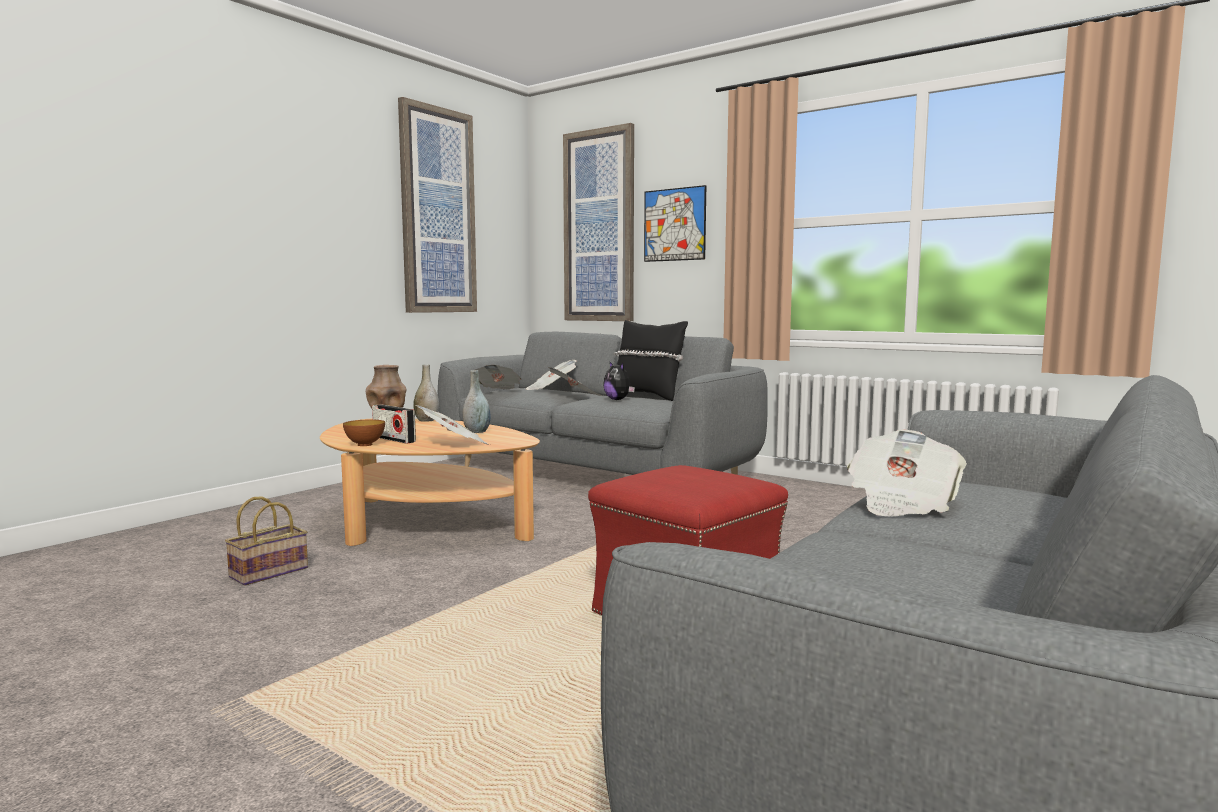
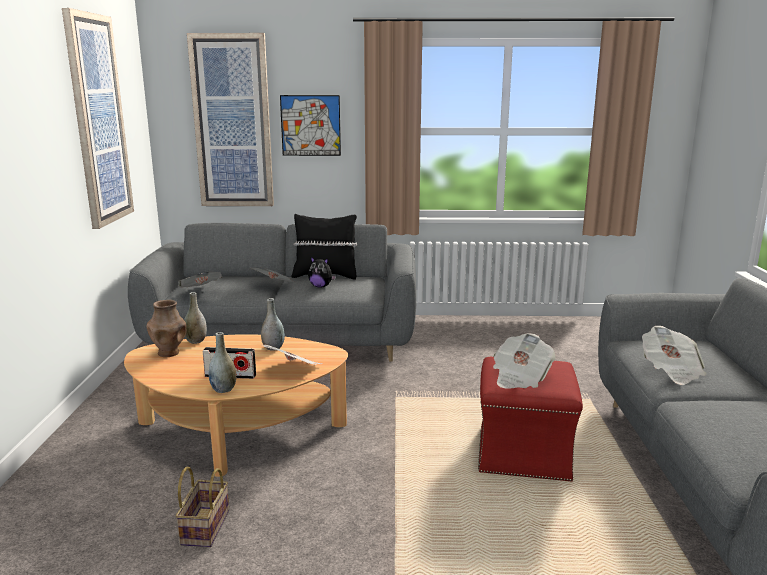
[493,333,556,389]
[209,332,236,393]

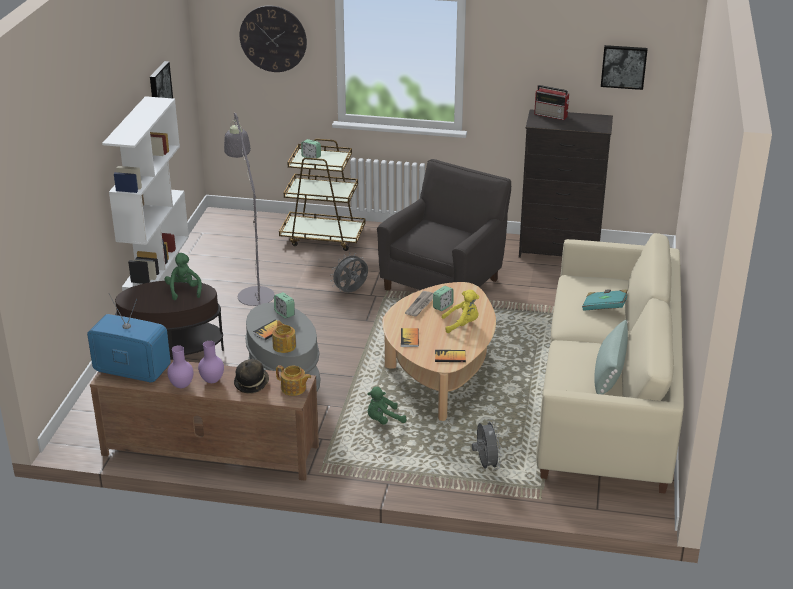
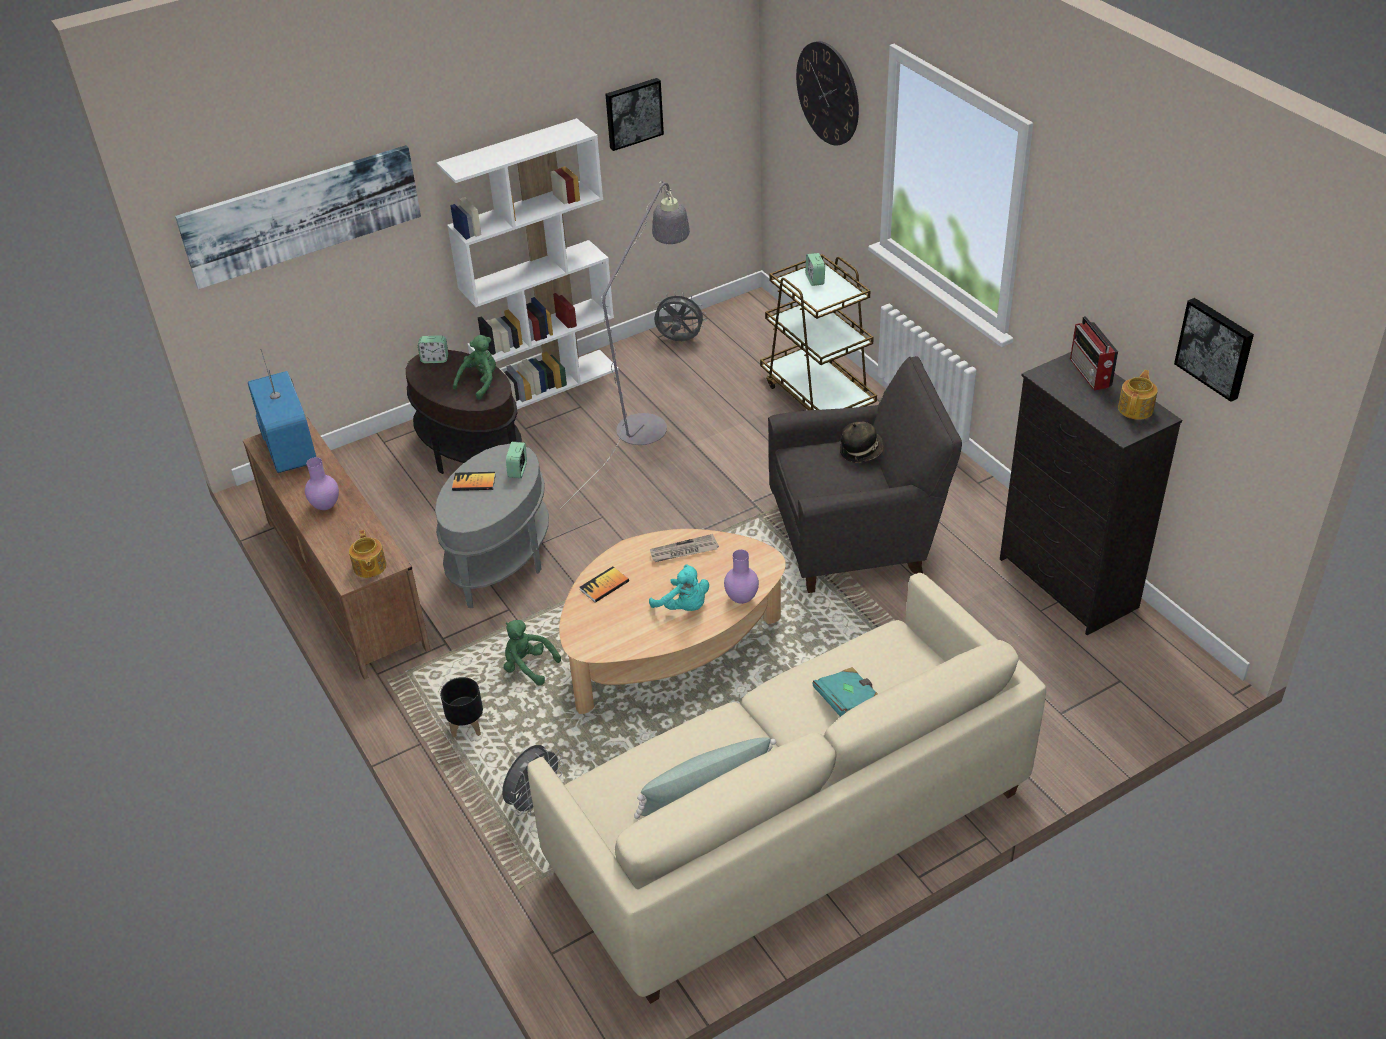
[435,350,466,362] (first image)
[175,145,421,289]
[440,677,483,738]
[724,549,759,604]
[840,422,884,463]
[1118,370,1158,420]
[653,292,706,341]
[418,335,448,363]
[649,564,709,611]

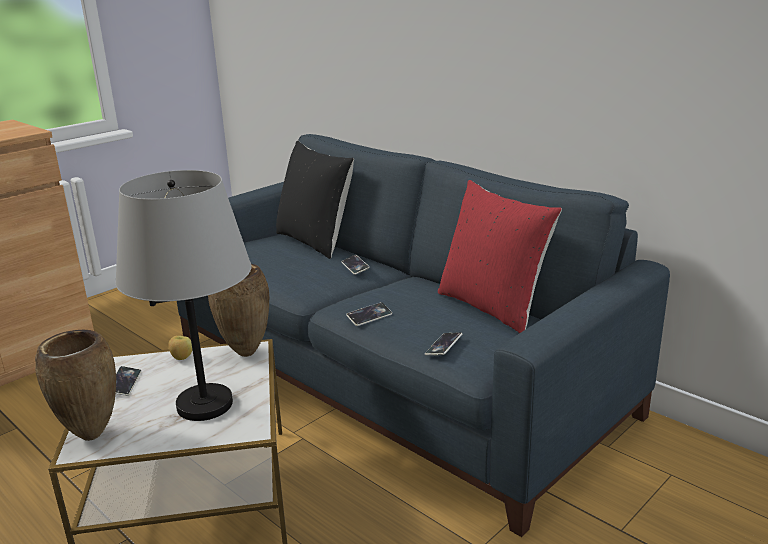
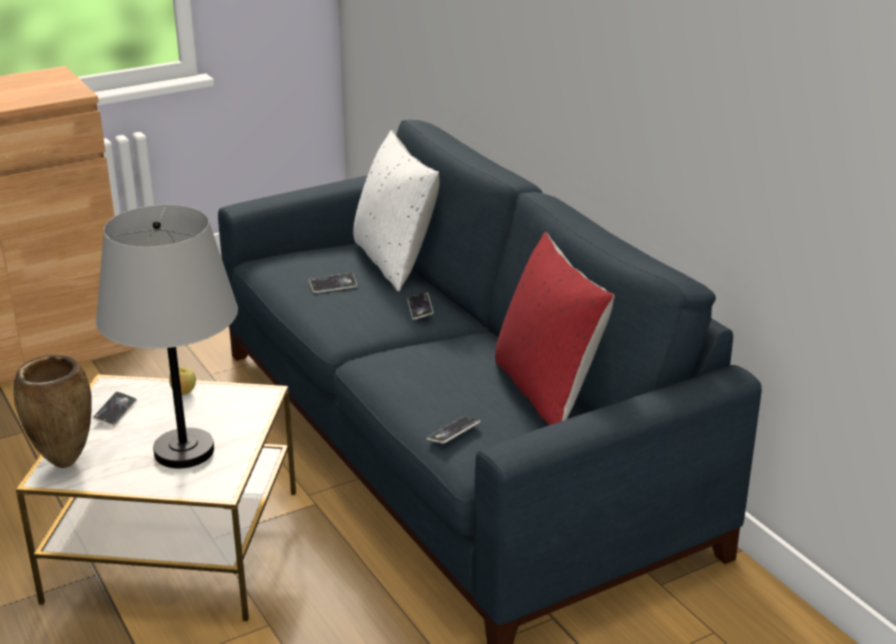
[208,264,269,357] (first image)
[309,273,357,293]
[353,130,440,291]

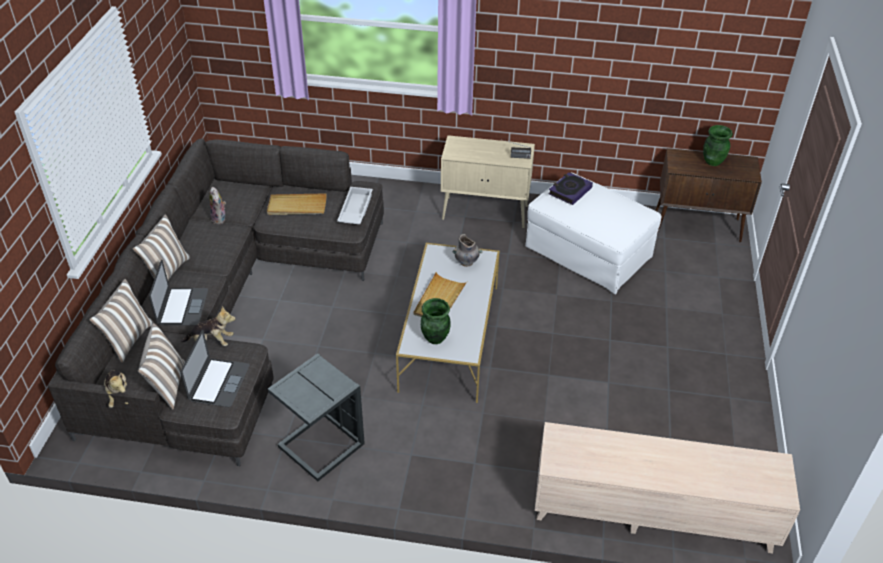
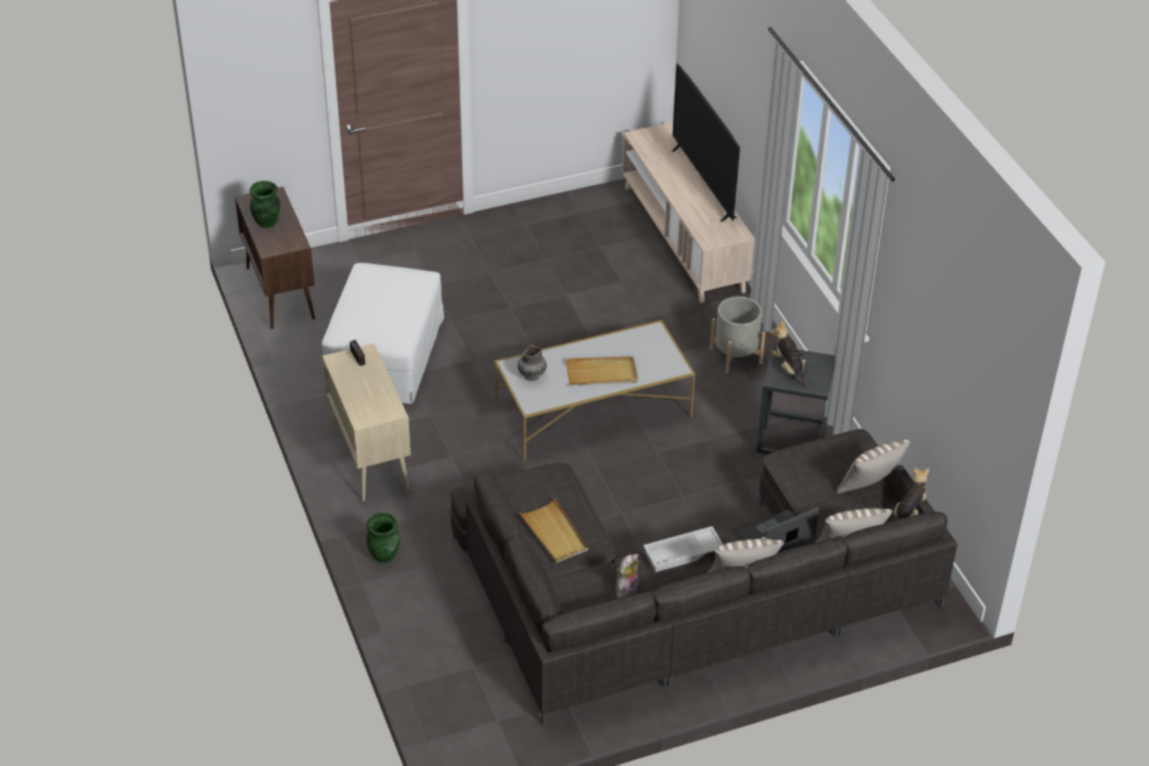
[181,330,250,407] (first image)
[549,172,593,205] (first image)
[672,64,740,222]
[710,296,765,373]
[771,320,809,388]
[643,526,723,572]
[366,512,400,563]

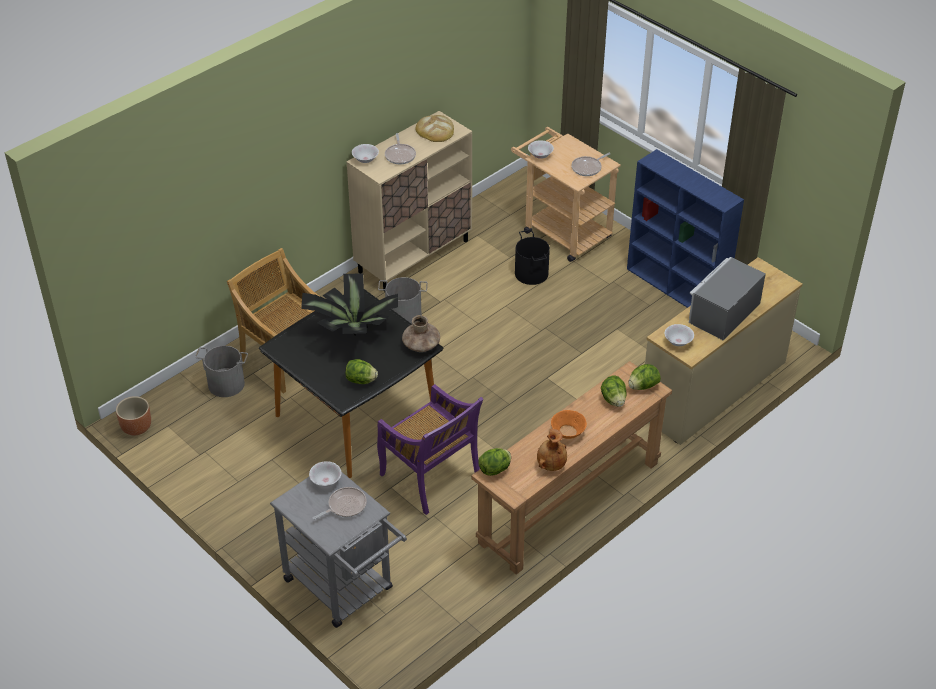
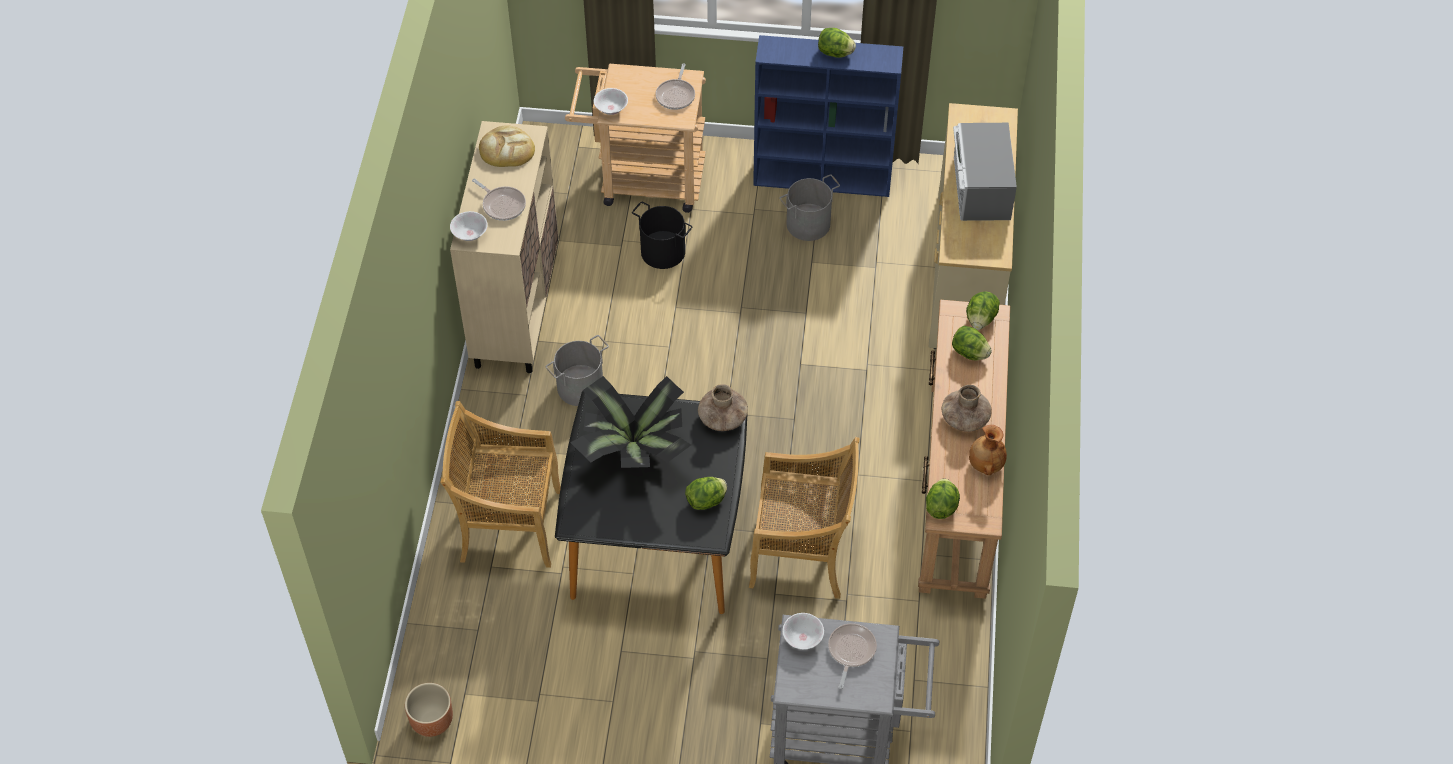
[664,324,694,346] (first image)
[818,28,856,58]
[779,174,840,241]
[942,385,992,432]
[749,437,860,599]

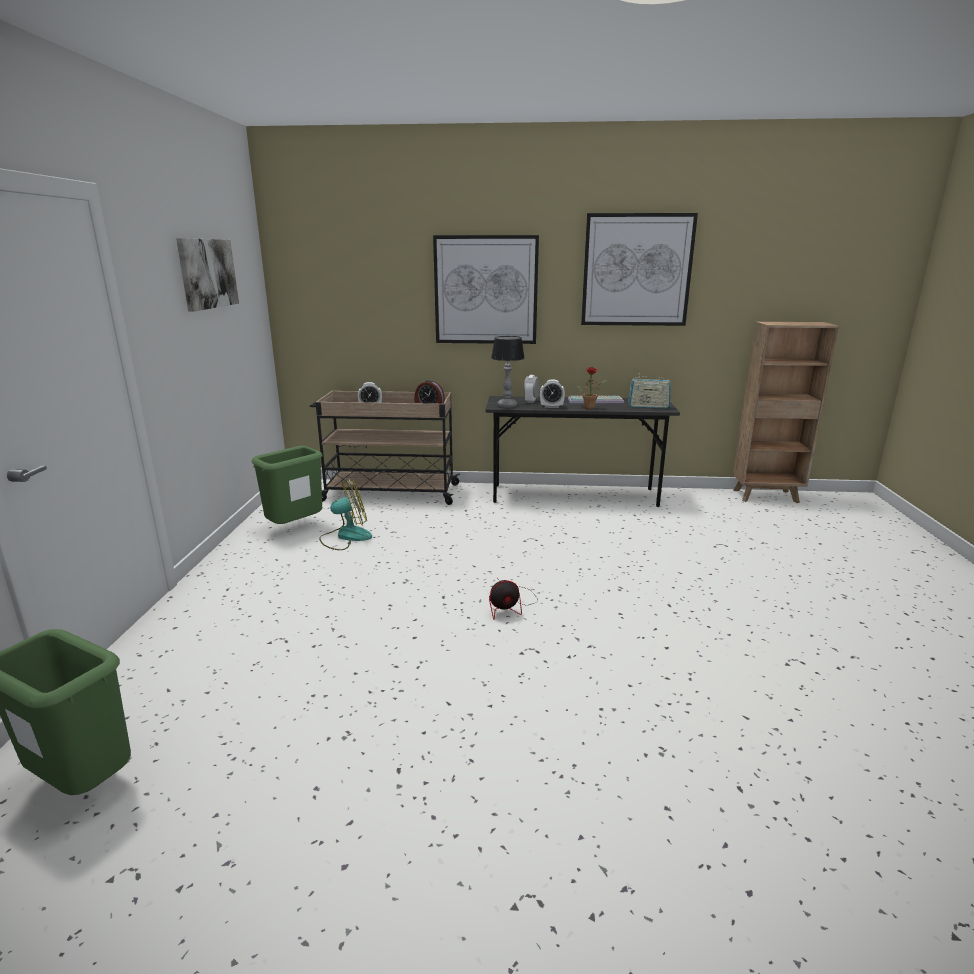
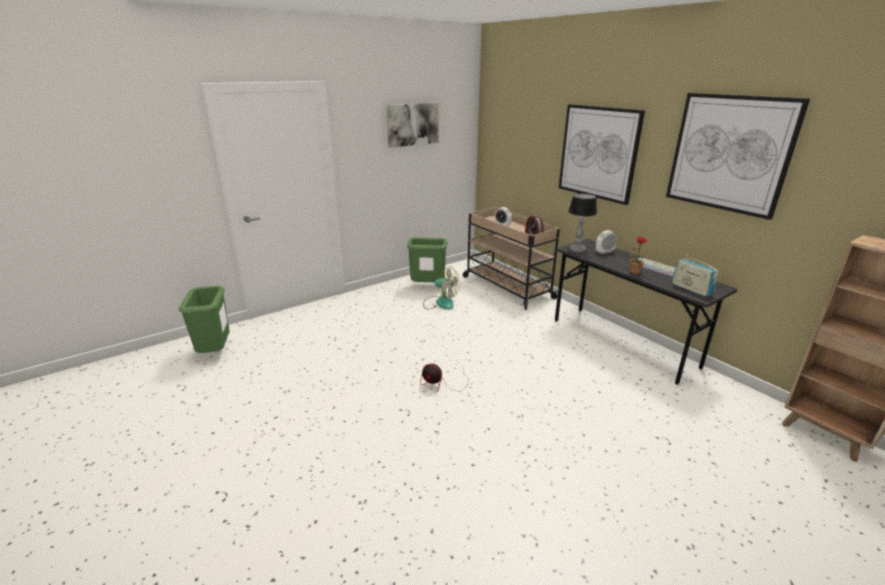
[540,380,565,408] (first image)

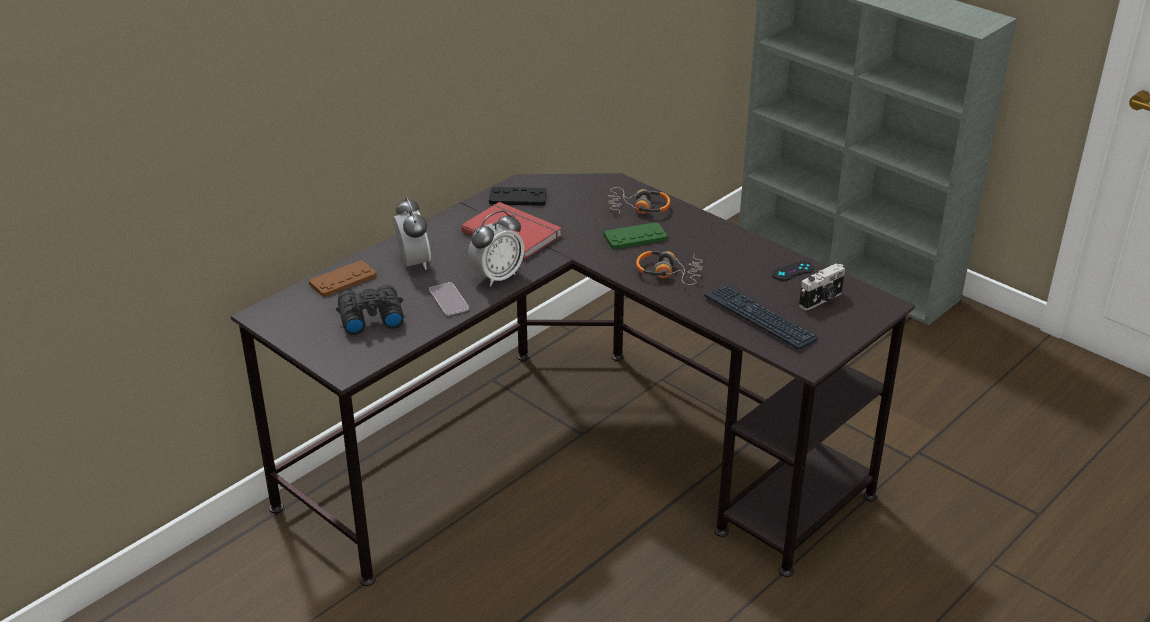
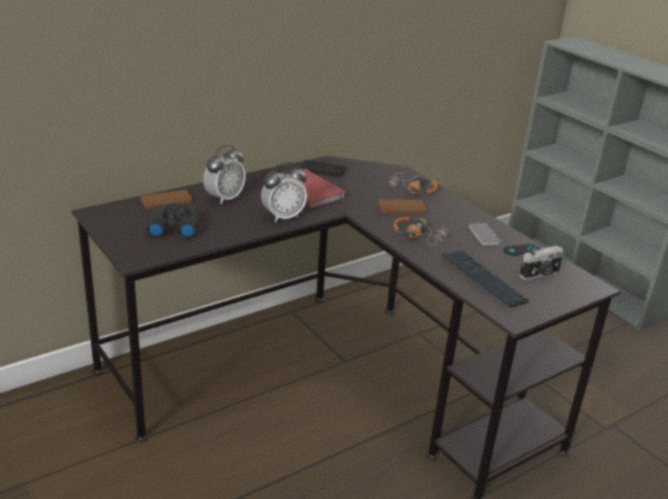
[469,223,501,245]
[378,200,427,214]
[203,144,246,205]

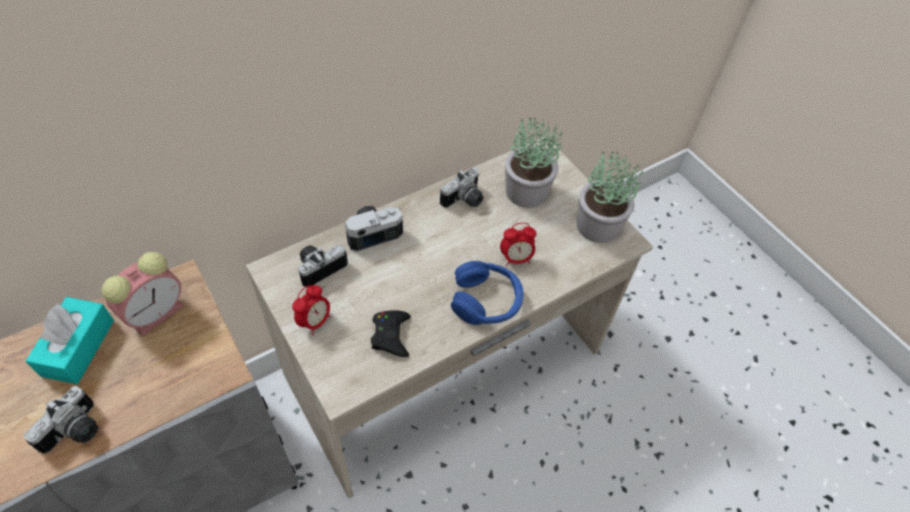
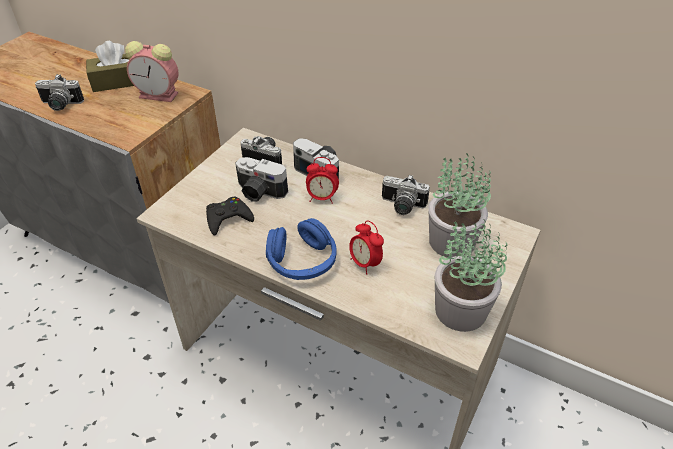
[235,157,288,202]
[306,157,339,204]
[86,41,134,92]

